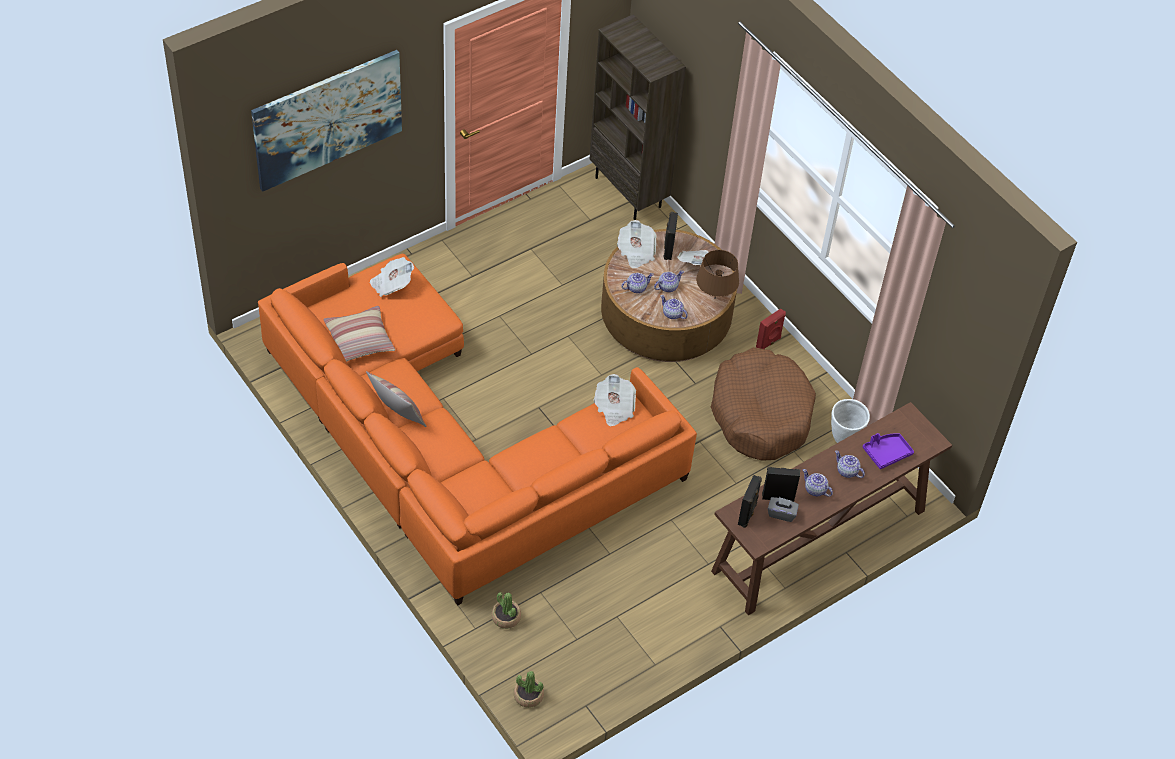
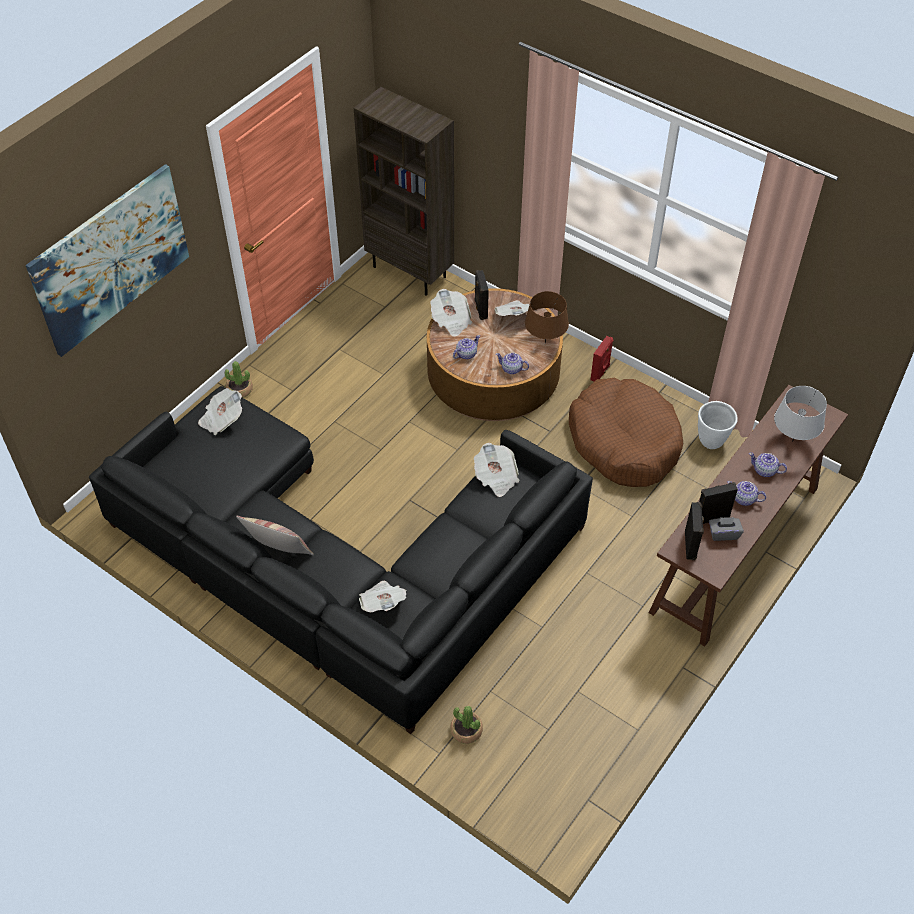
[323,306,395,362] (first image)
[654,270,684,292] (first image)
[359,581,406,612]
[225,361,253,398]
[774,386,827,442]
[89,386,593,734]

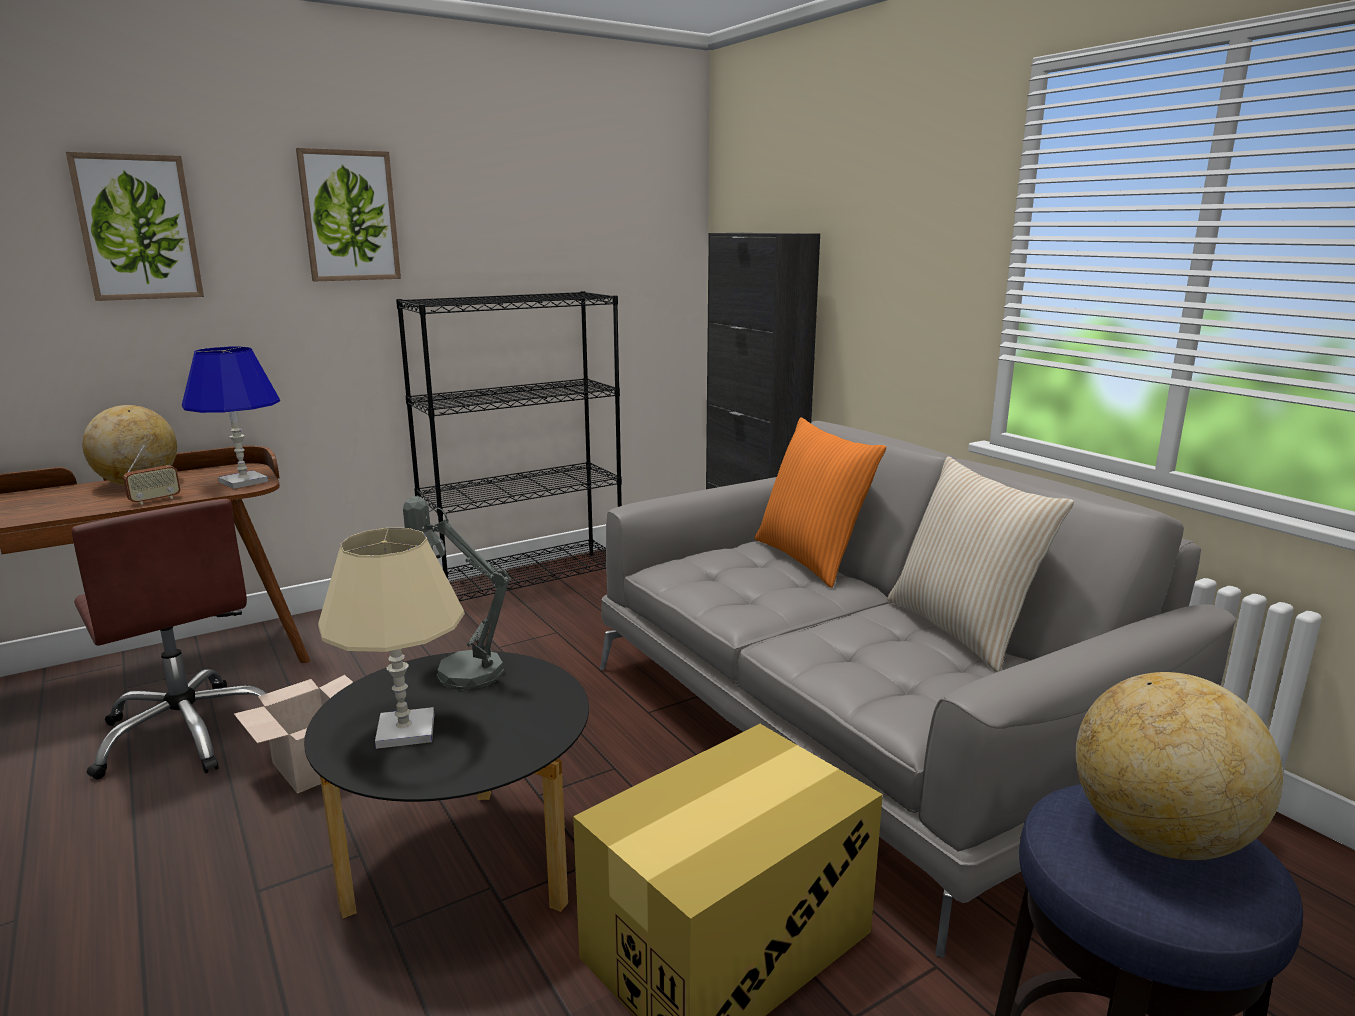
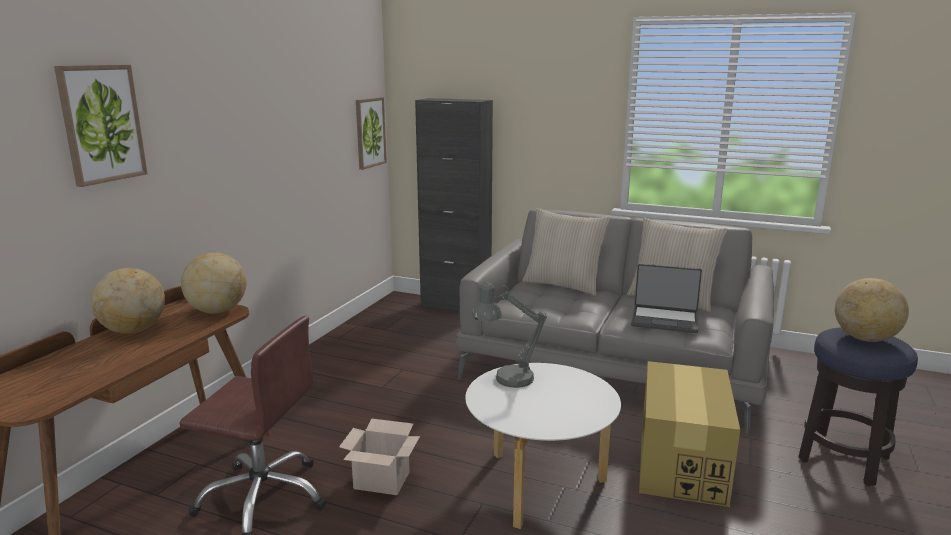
[123,445,181,505] (first image)
[318,528,465,749] (first image)
[396,291,622,601] (first image)
[631,264,702,333]
[356,97,387,170]
[181,252,247,314]
[465,363,621,529]
[522,208,611,296]

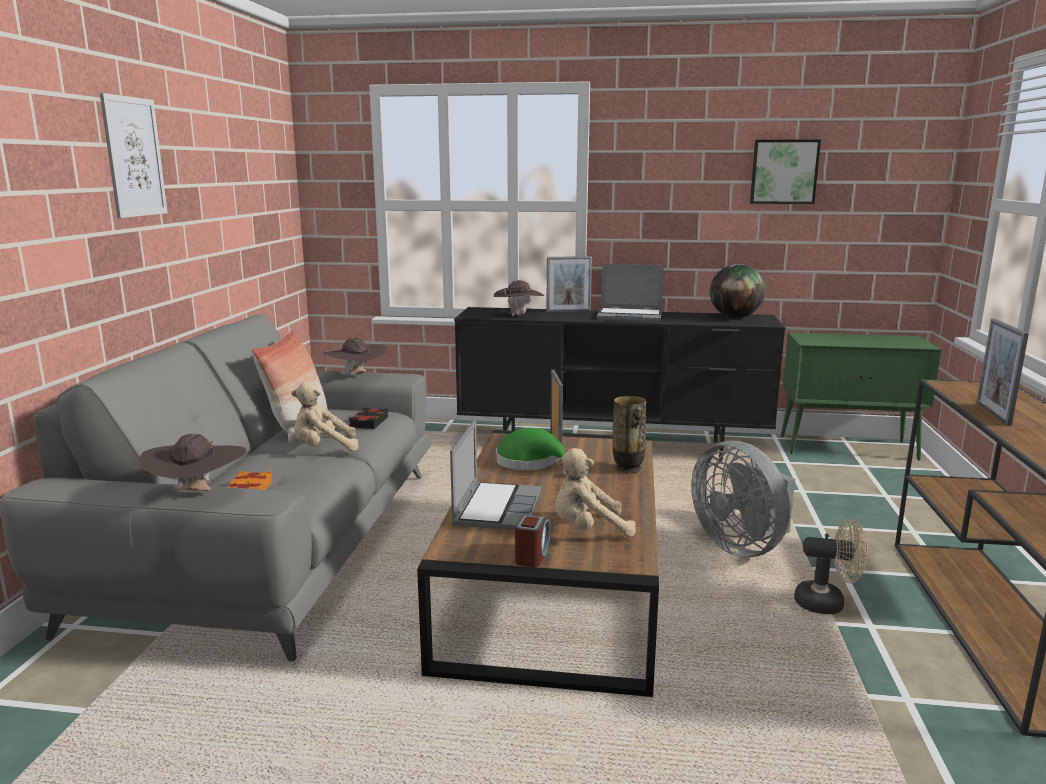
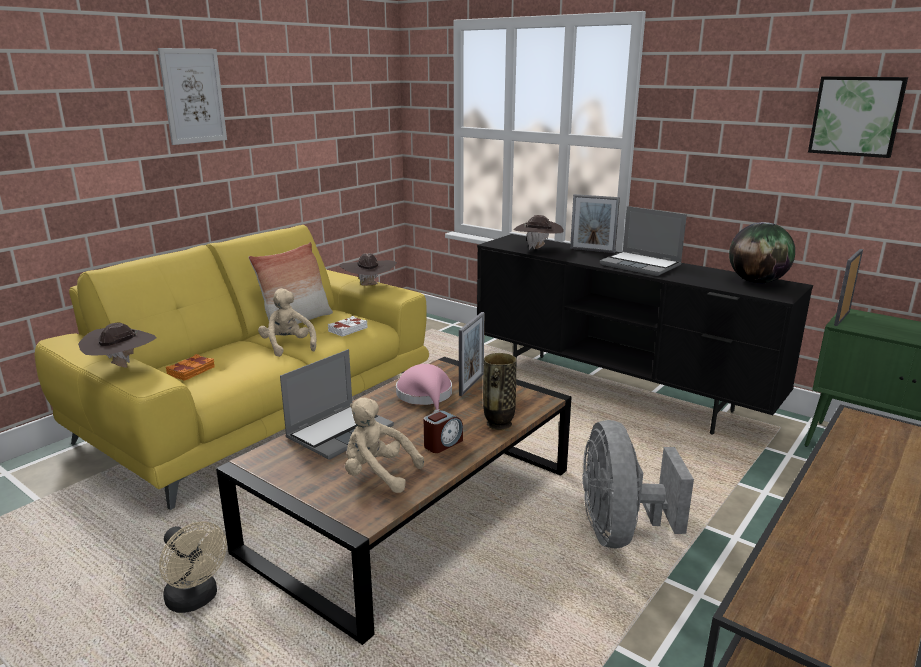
[424,410,463,453]
[159,522,227,613]
[834,249,863,326]
[34,225,429,510]
[328,316,368,337]
[396,364,452,413]
[258,288,317,357]

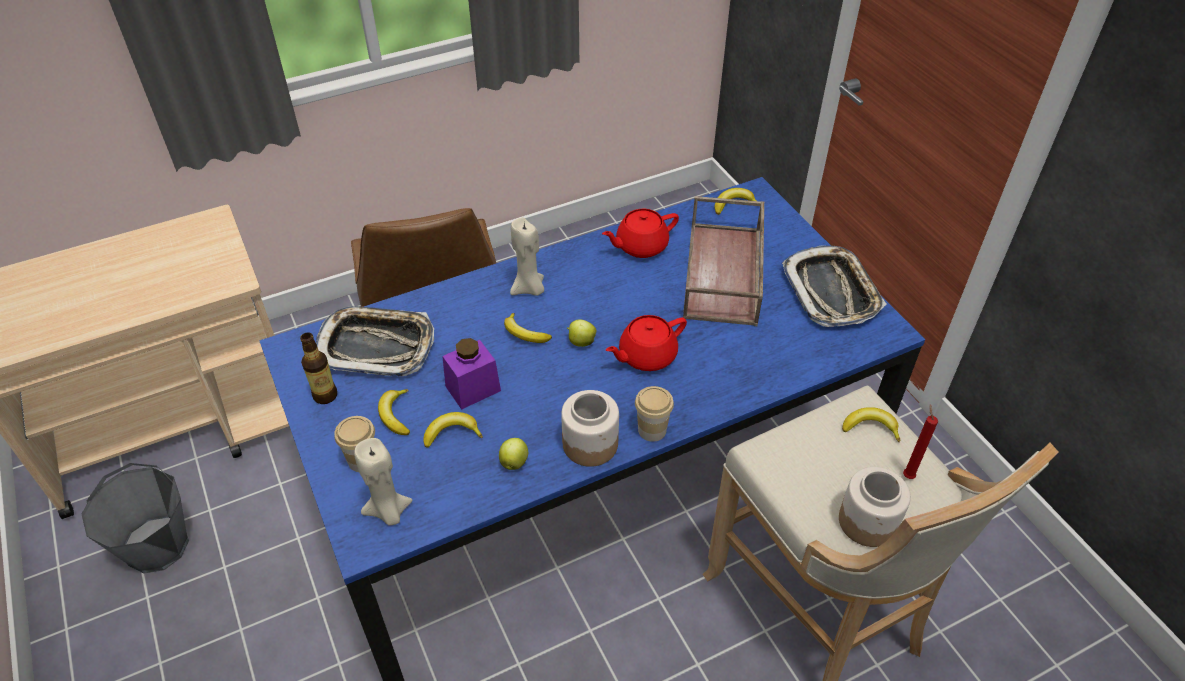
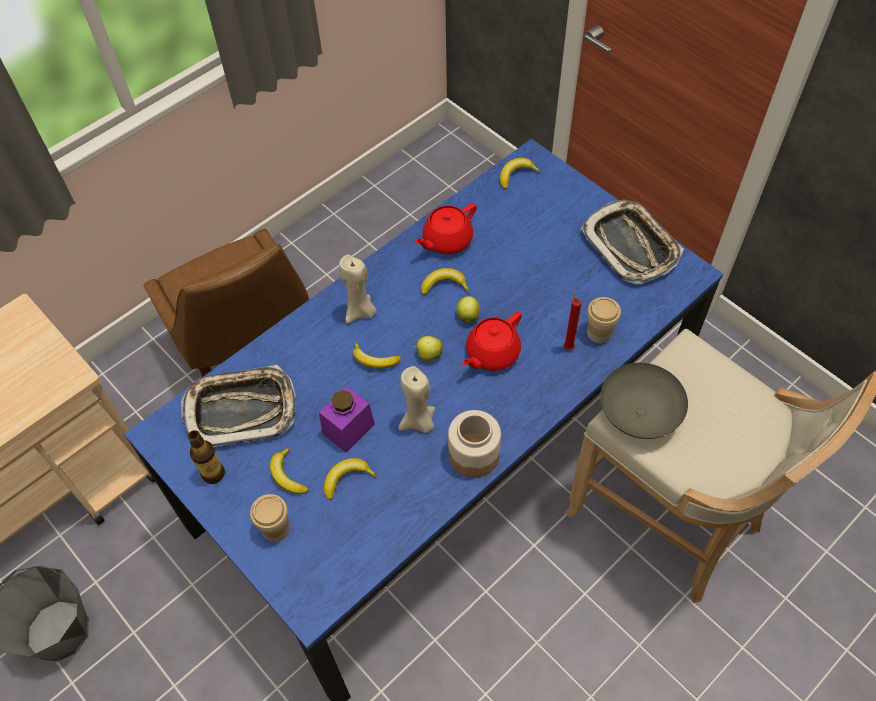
[683,196,764,326] (first image)
[839,467,911,547] (first image)
[600,363,688,439]
[399,366,435,433]
[456,296,480,323]
[587,297,621,343]
[421,268,469,295]
[564,290,582,350]

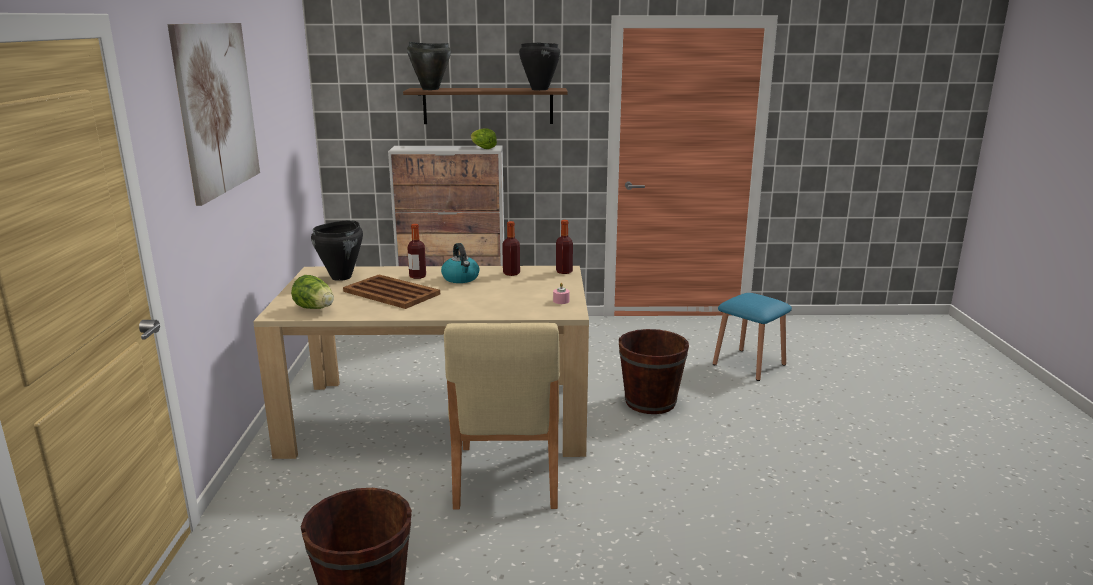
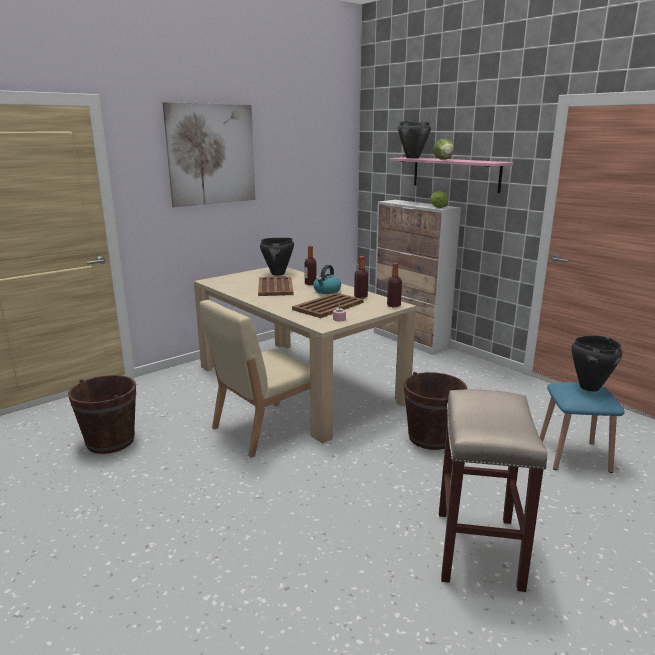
[292,293,364,318]
[439,389,547,592]
[433,139,454,160]
[571,336,622,392]
[389,157,514,193]

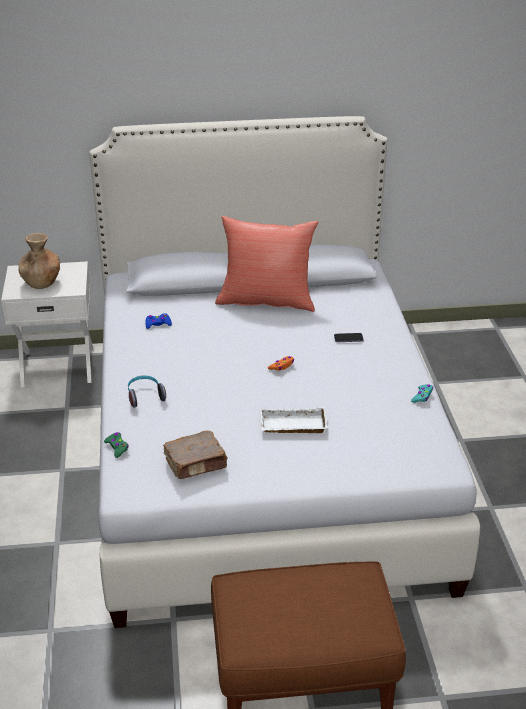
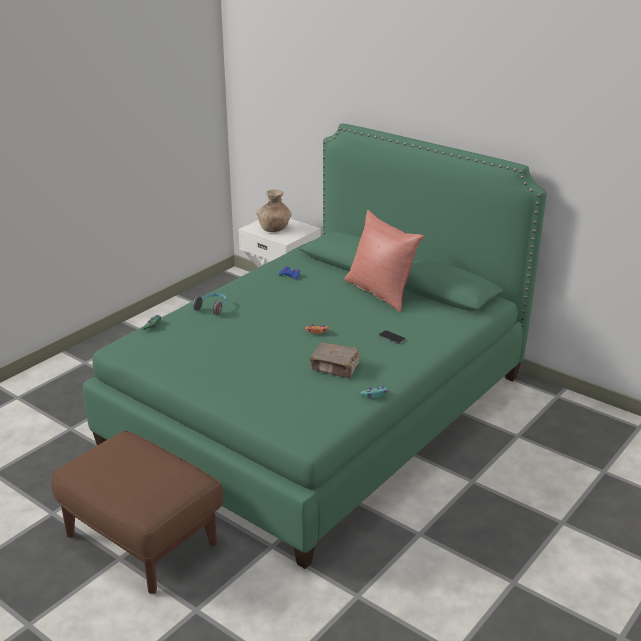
[261,407,327,433] (first image)
[310,342,360,378]
[83,124,547,569]

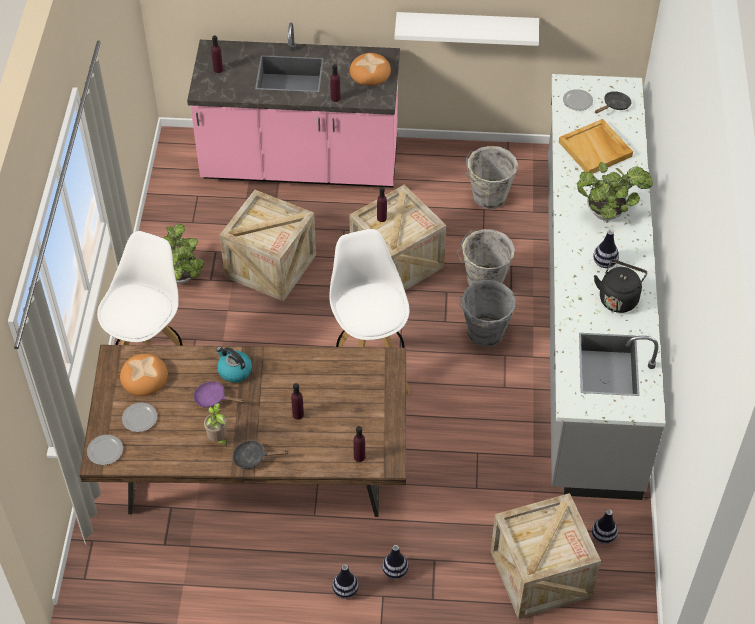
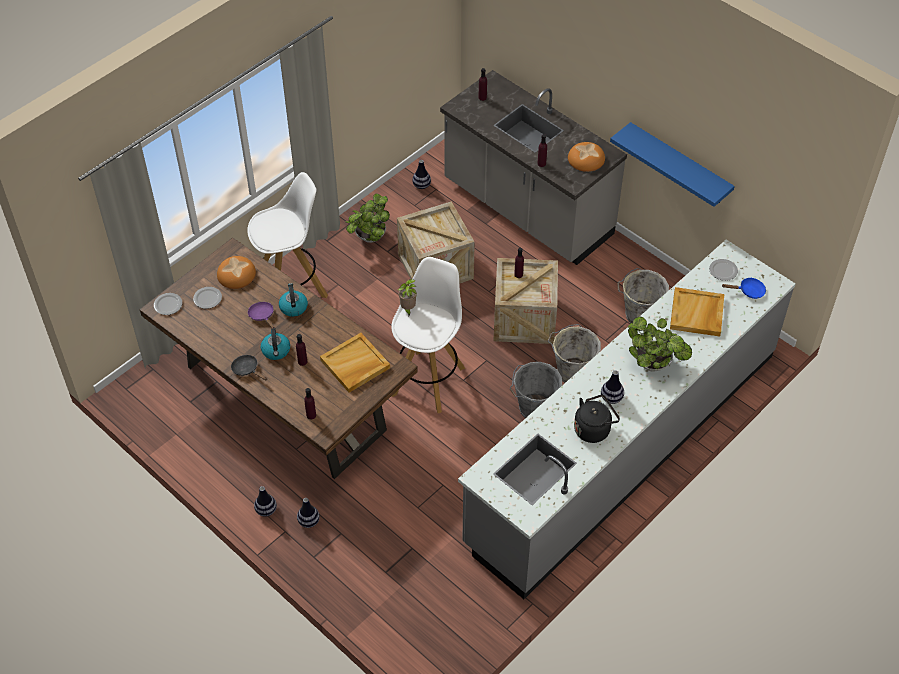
[490,493,601,619] (first image)
[261,328,290,360]
[320,333,390,393]
[398,279,417,317]
[412,160,431,189]
[440,70,627,265]
[610,122,735,207]
[722,278,766,299]

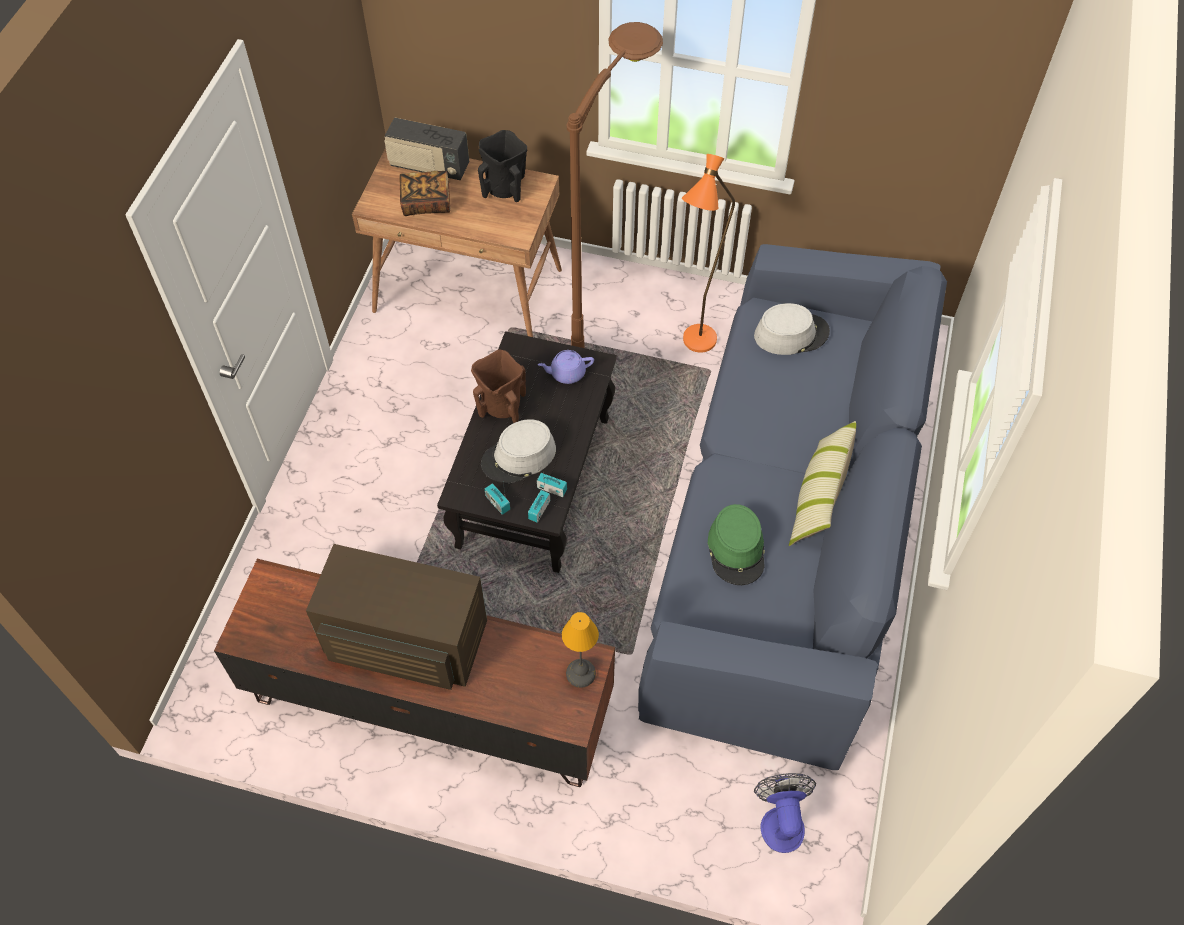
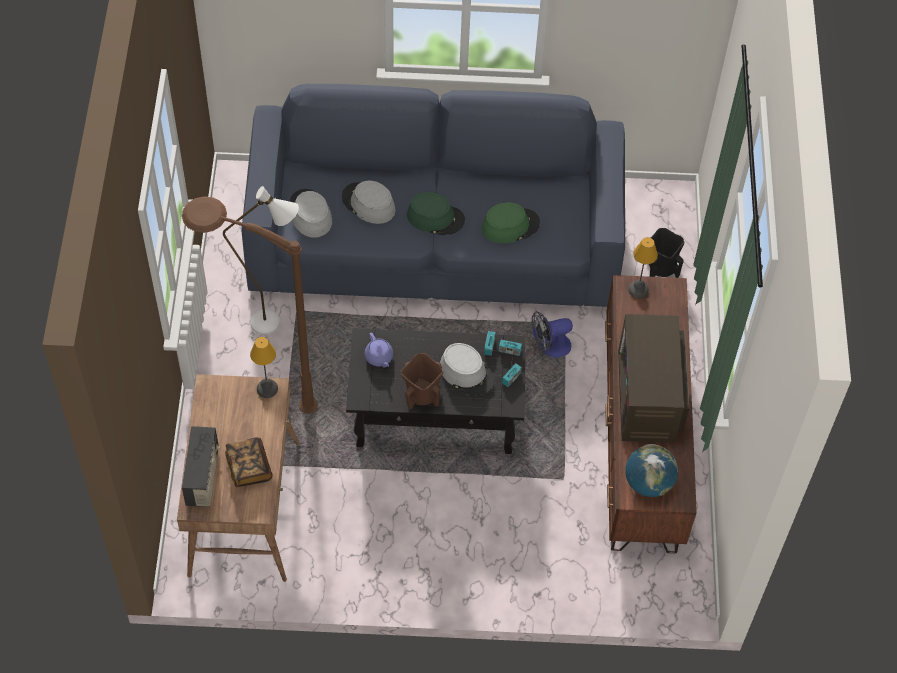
[789,421,856,546] (first image)
[250,337,278,398]
[342,181,396,224]
[407,192,465,235]
[625,444,678,497]
[649,228,684,278]
[532,311,573,358]
[223,186,299,335]

